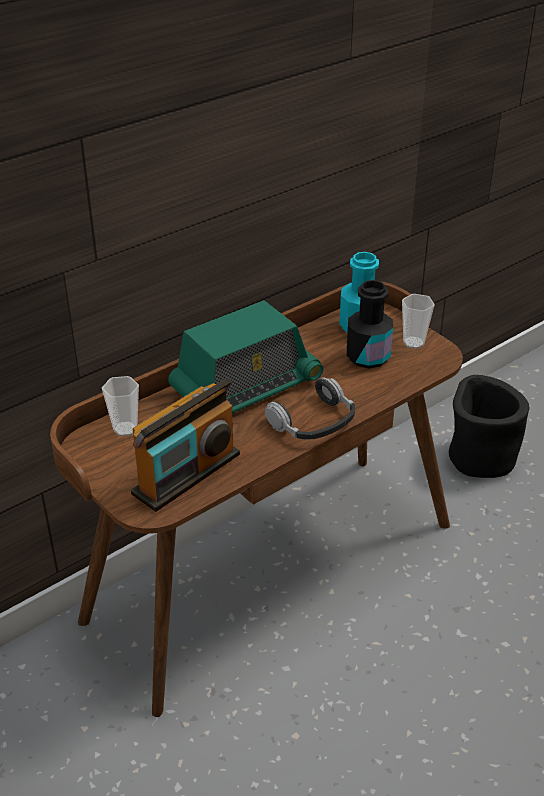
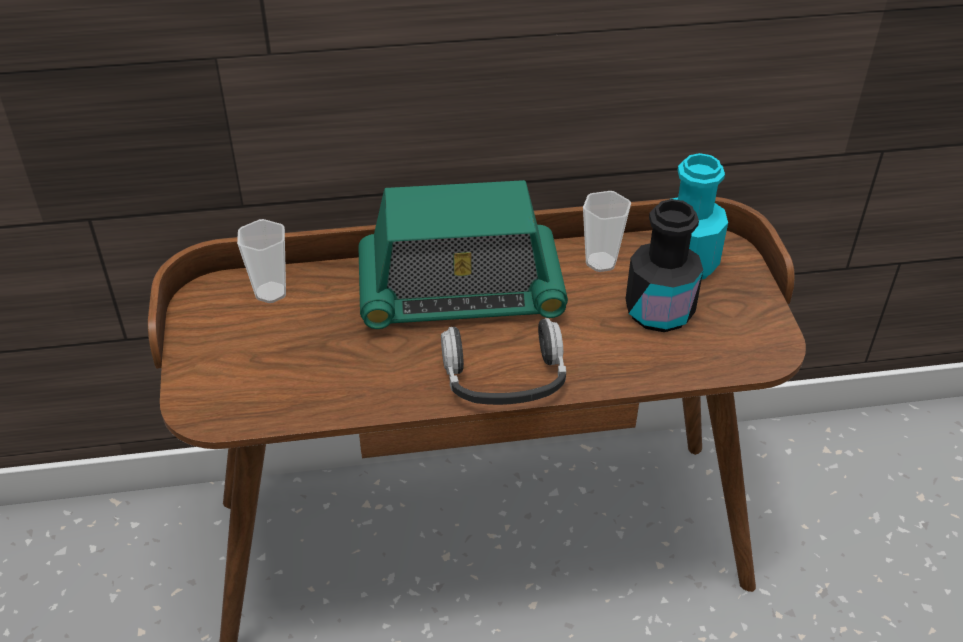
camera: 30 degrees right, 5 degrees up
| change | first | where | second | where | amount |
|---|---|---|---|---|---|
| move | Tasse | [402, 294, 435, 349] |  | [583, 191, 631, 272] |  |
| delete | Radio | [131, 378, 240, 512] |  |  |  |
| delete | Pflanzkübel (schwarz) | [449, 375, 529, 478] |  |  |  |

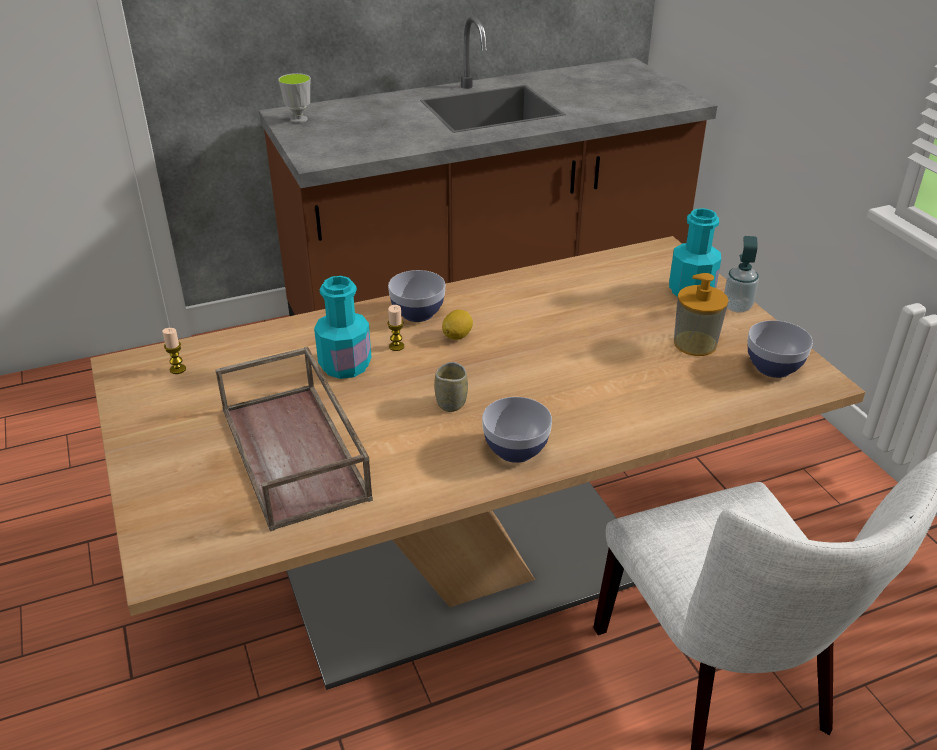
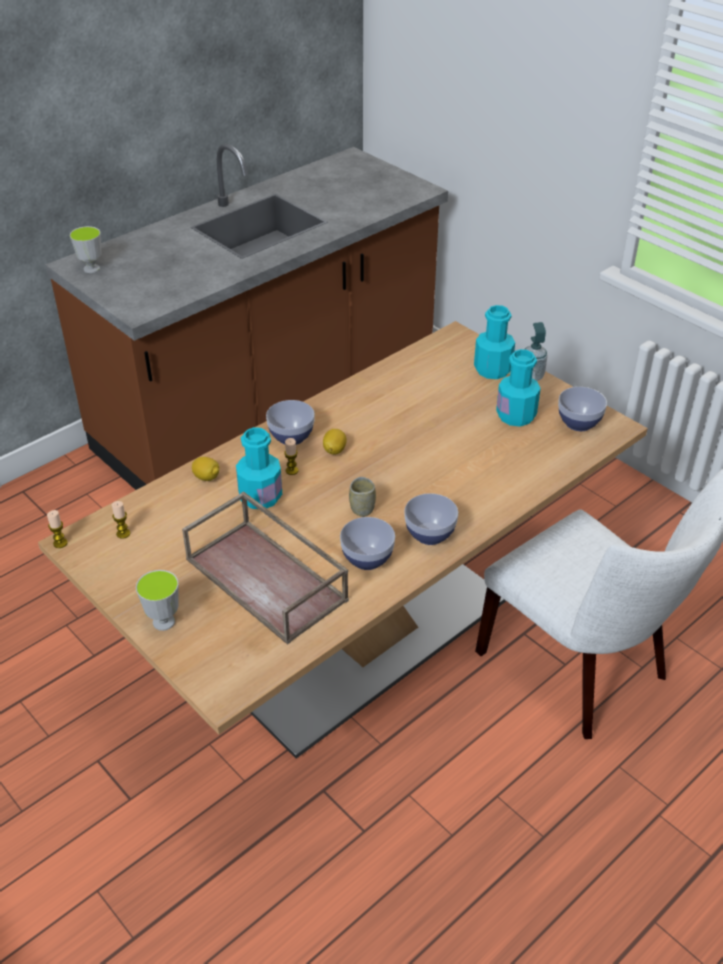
camera: 20 degrees left, 5 degrees up
| change | first | where | second | where | amount |
|---|---|---|---|---|---|
| insert |  |  | Kerze | [47, 510, 68, 548] |  |
| insert |  |  | Tasse | [136, 570, 178, 631] |  |
| insert |  |  | Zitrone | [192, 457, 219, 481] |  |
| insert |  |  | Schüssel | [340, 517, 395, 570] |  |
| replace | Seifenspender | [674, 273, 729, 356] | Flasche (türkis) | [496, 349, 541, 427] |  |

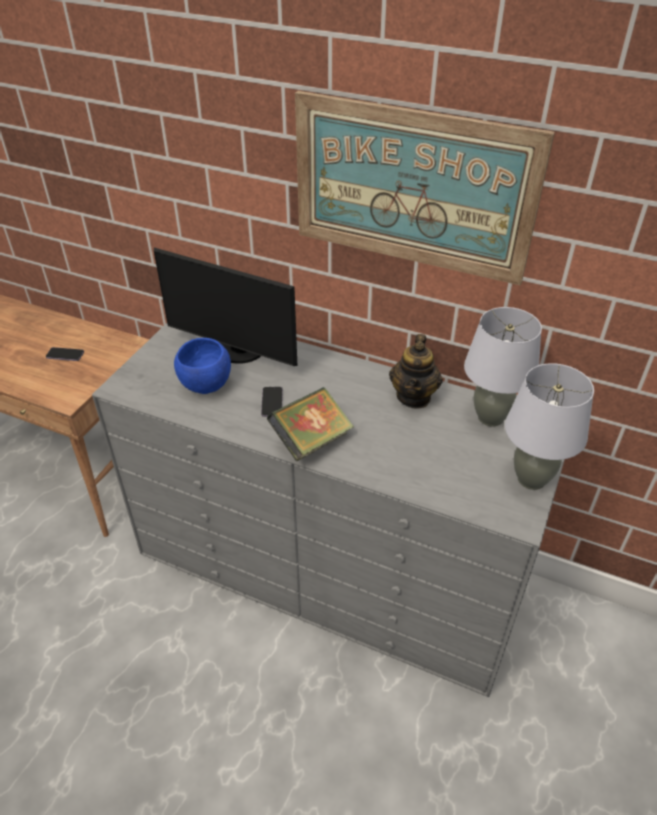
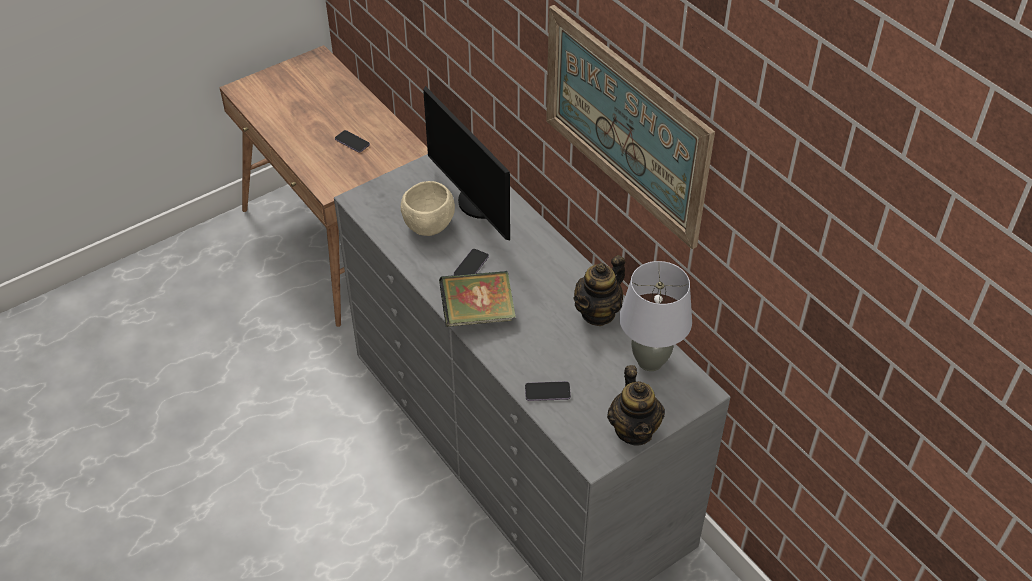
camera: 30 degrees right, 5 degrees up
| change | first | where | second | where | amount |
|---|---|---|---|---|---|
| recolor | Schüssel (blau) | [174, 338, 231, 394] | Schüssel (beige) | [401, 181, 455, 236] |  |
| insert |  |  | Handy | [525, 381, 571, 401] |  |
| replace | Tischlampe (grau) | [505, 363, 594, 490] | Teekanne | [607, 365, 665, 446] |  |

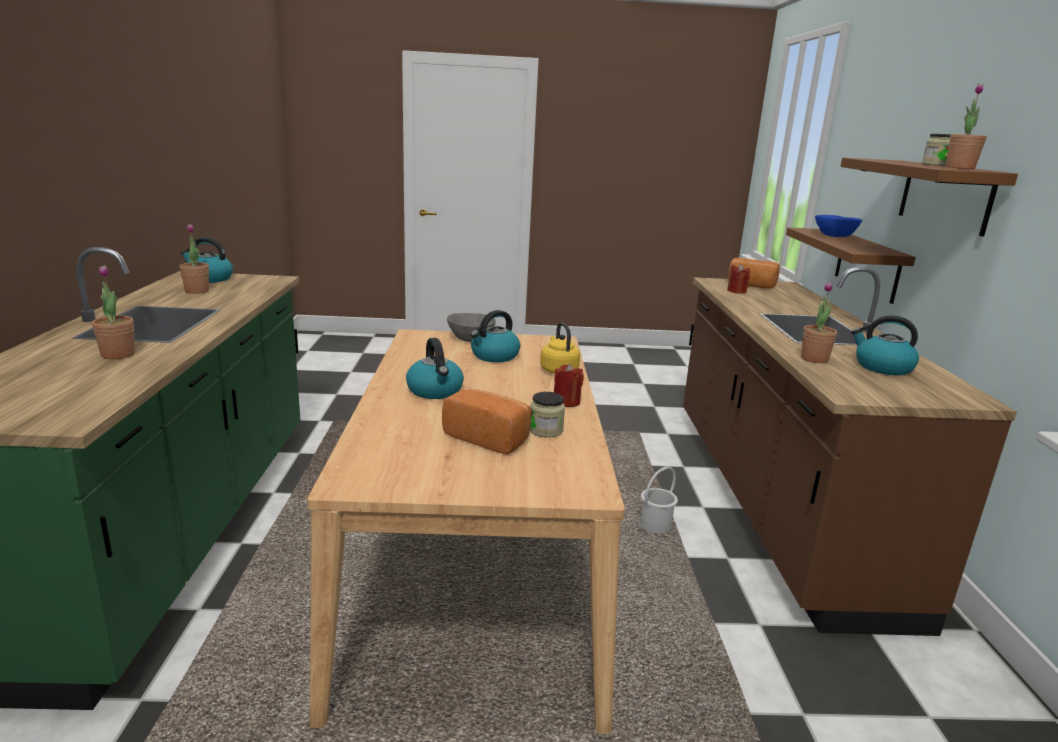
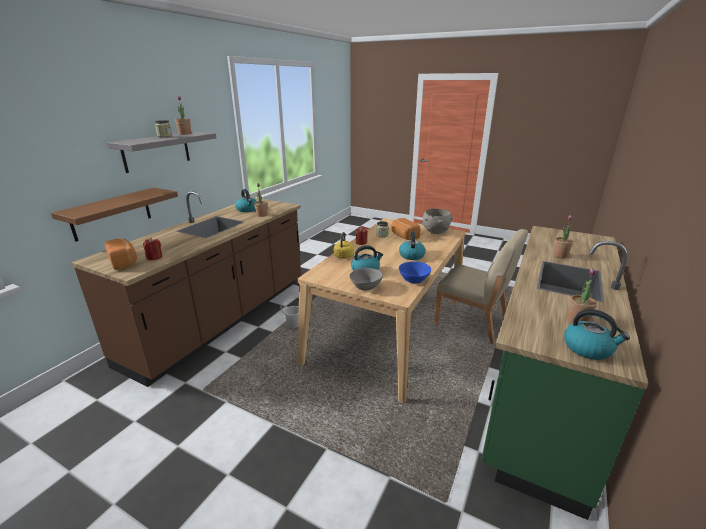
camera: 150 degrees left, 5 degrees up
| change | first | where | second | where | amount |
|---|---|---|---|---|---|
| recolor | Wandregal (braun) | [840, 157, 1018, 237] | Wandregal (grau) | [107, 132, 216, 173] |  |
| move | Schüssel (blau) | [815, 215, 862, 237] |  | [399, 261, 431, 284] |  |
| insert |  |  | Schüssel (grau) | [422, 209, 453, 234] |  |
| insert |  |  | Stuhl (beige) | [434, 229, 528, 345] |  |

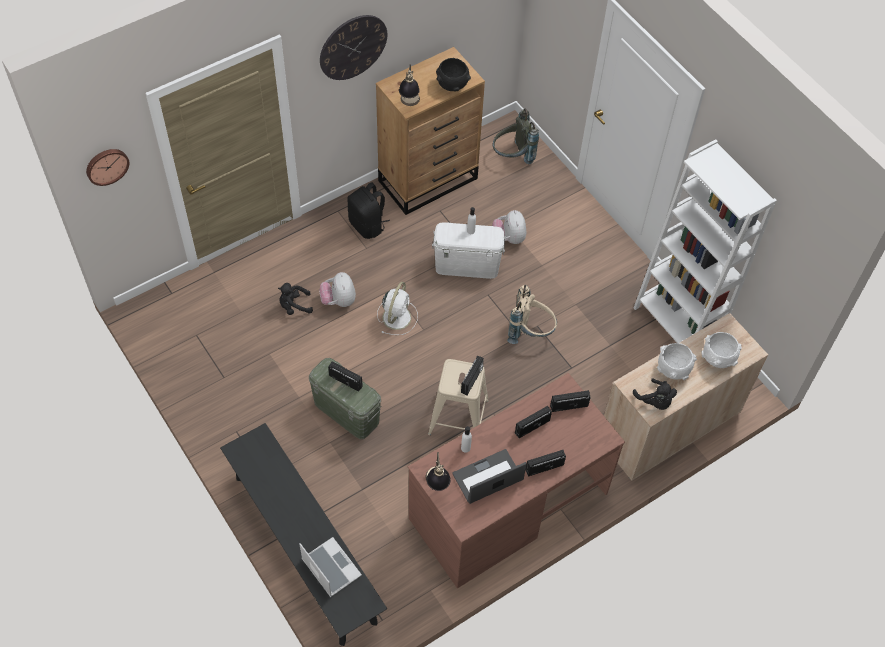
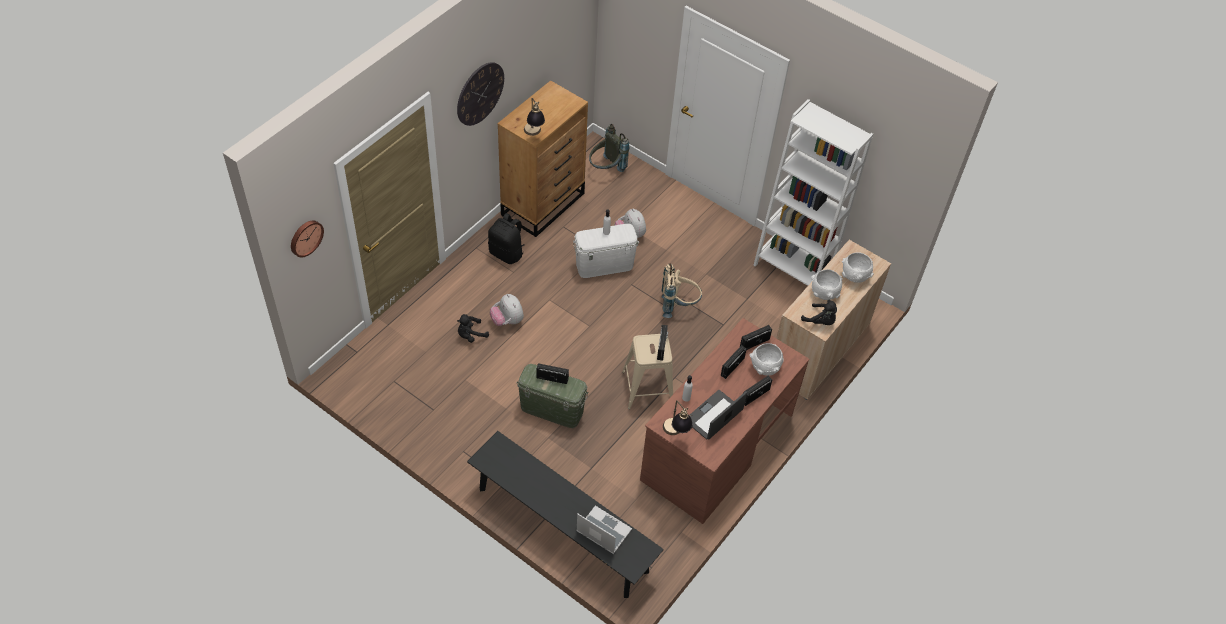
camera: 20 degrees left, 5 degrees down
| change | first | where | second | where | amount |
|---|---|---|---|---|---|
| insert |  |  | Schüssel (weiß) | [750, 343, 784, 376] |  |
| delete | Ventilator (weiß) | [377, 282, 418, 335] |  |  |  |
| delete | Schüssel (schwarz) | [436, 58, 471, 91] |  |  |  |

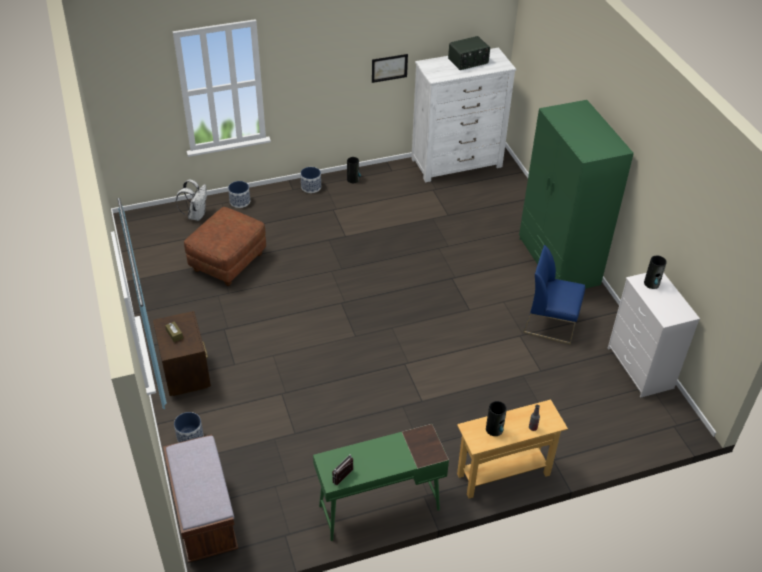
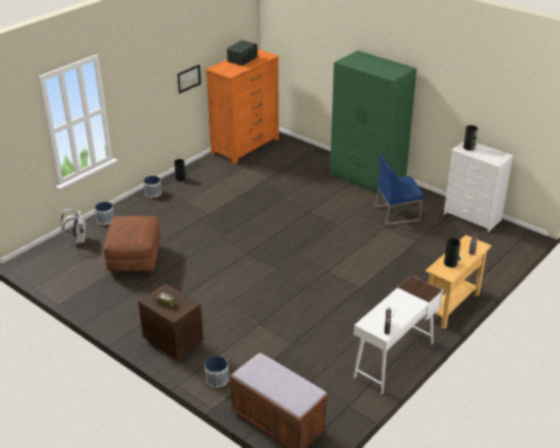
camera: 30 degrees left, 10 degrees down
| change | first | where | second | where | amount |
|---|---|---|---|---|---|
| recolor | Kommode (weiß) | [411, 47, 516, 182] | Kommode (orange) | [205, 49, 279, 164] |  |
| recolor | Schreibtisch (grün) | [313, 424, 449, 541] | Schreibtisch (weiß) | [354, 275, 443, 394] |  |

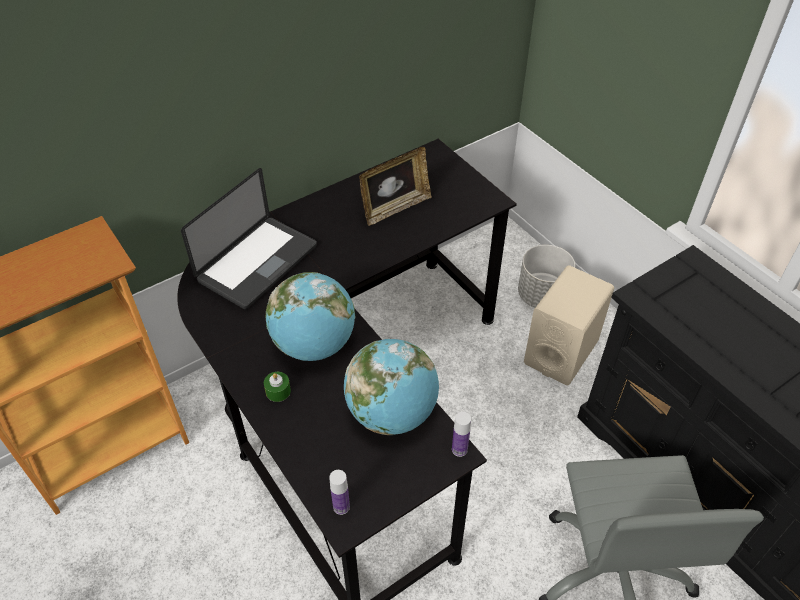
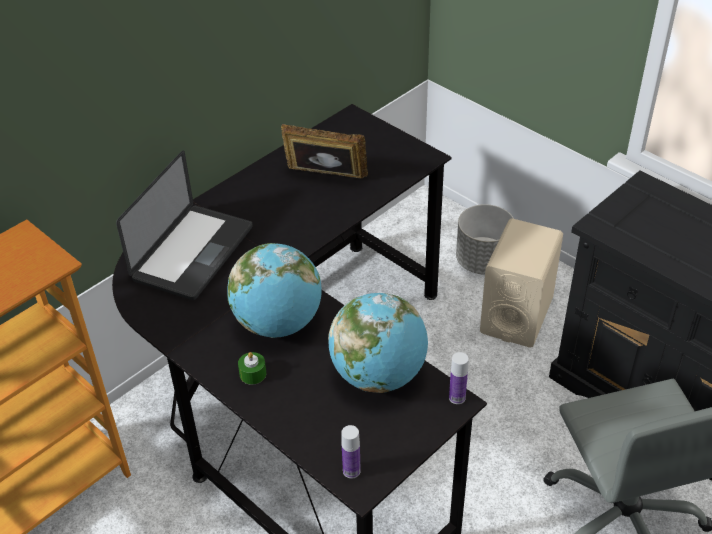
camera: 10 degrees left, 5 degrees down
| change | first | where | second | where | amount |
|---|---|---|---|---|---|
| rotate | Bilderrahmen | [359, 147, 432, 226] |  | [281, 124, 368, 178] | 120 degrees counterclockwise |

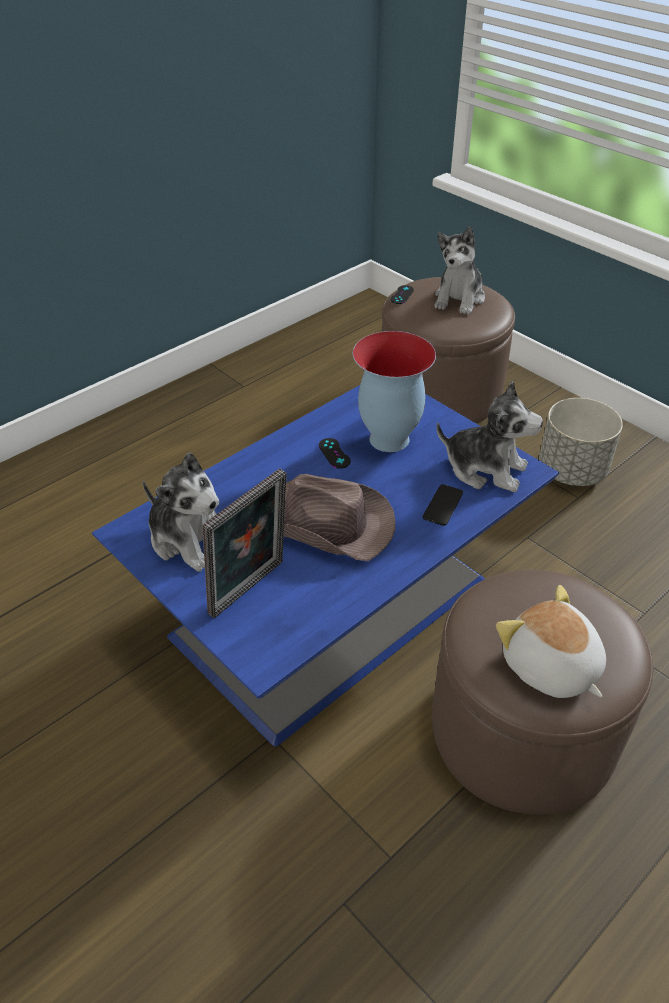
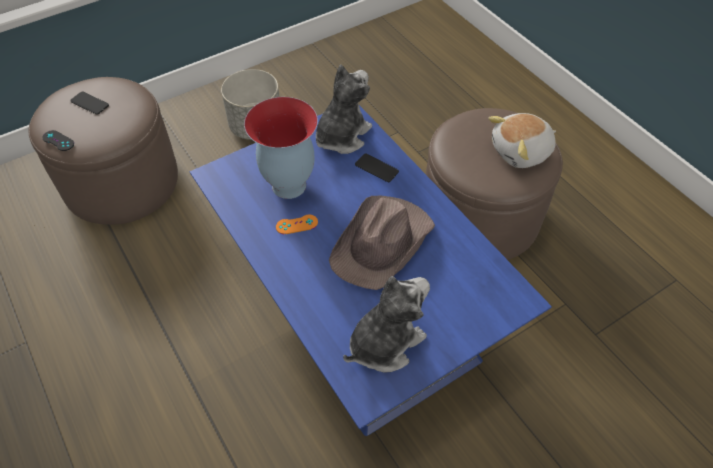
camera: 80 degrees left, 10 degrees up
| change | first | where | second | where | amount |
|---|---|---|---|---|---|
| replace | Plüschtier | [435, 227, 485, 315] | Handy | [70, 91, 109, 115] |  |
| recolor | Gamepad (schwarz) | [319, 438, 351, 469] | Gamepad (orange) | [276, 215, 318, 234] |  |
| delete | Bilderrahmen | [202, 468, 287, 618] |  |  |  |

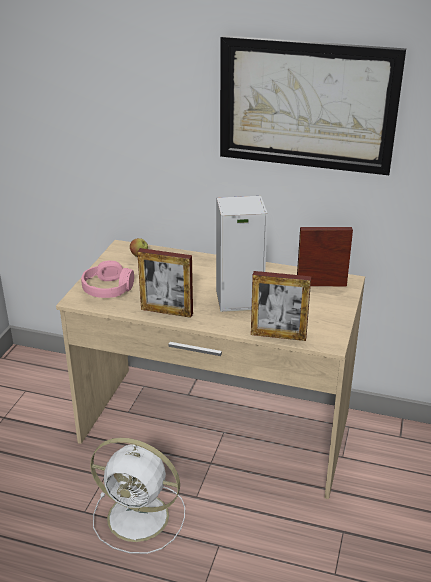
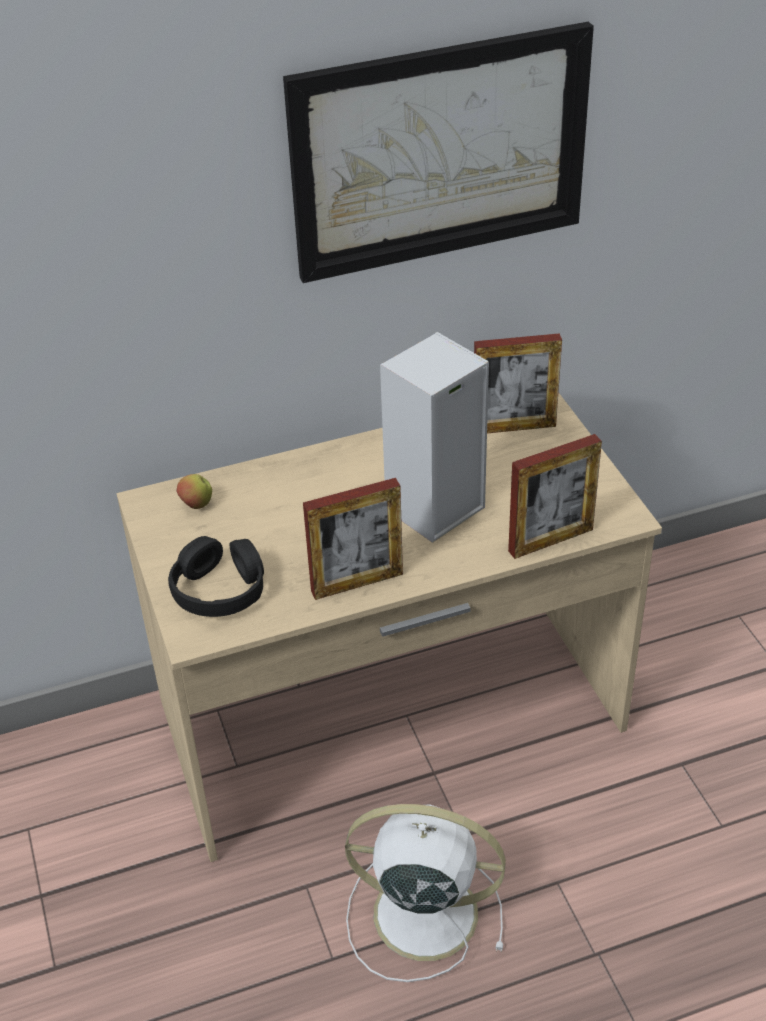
camera: 35 degrees left, 10 degrees up
| change | first | where | second | where | amount |
|---|---|---|---|---|---|
| recolor | Kopfhörer (rosa) | [81, 260, 134, 298] | Kopfhörer (schwarz) | [168, 536, 264, 617] |  |
| rotate | Ventilator (weiß) | [90, 438, 185, 554] |  | [345, 804, 506, 982] | 150 degrees counterclockwise |
| rotate | Bilderrahmen | [297, 227, 353, 287] |  | [474, 333, 562, 433] | 150 degrees counterclockwise |

